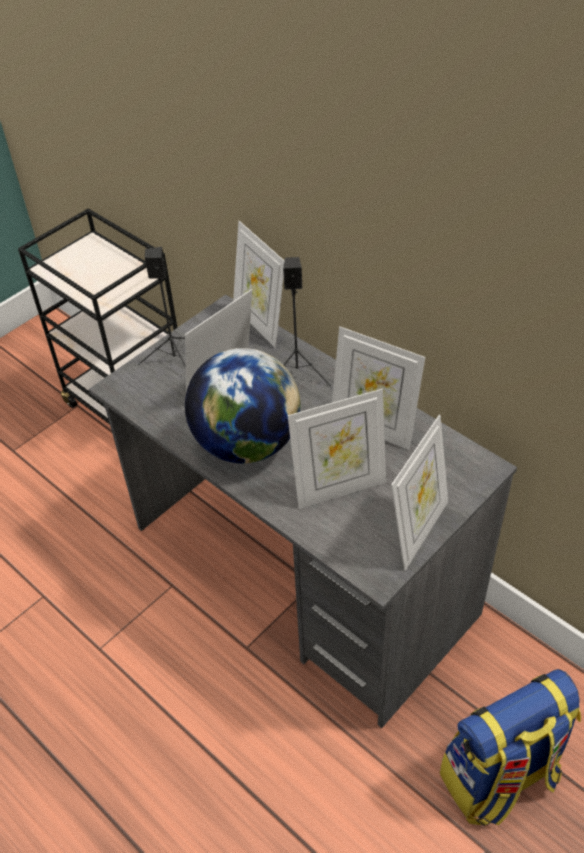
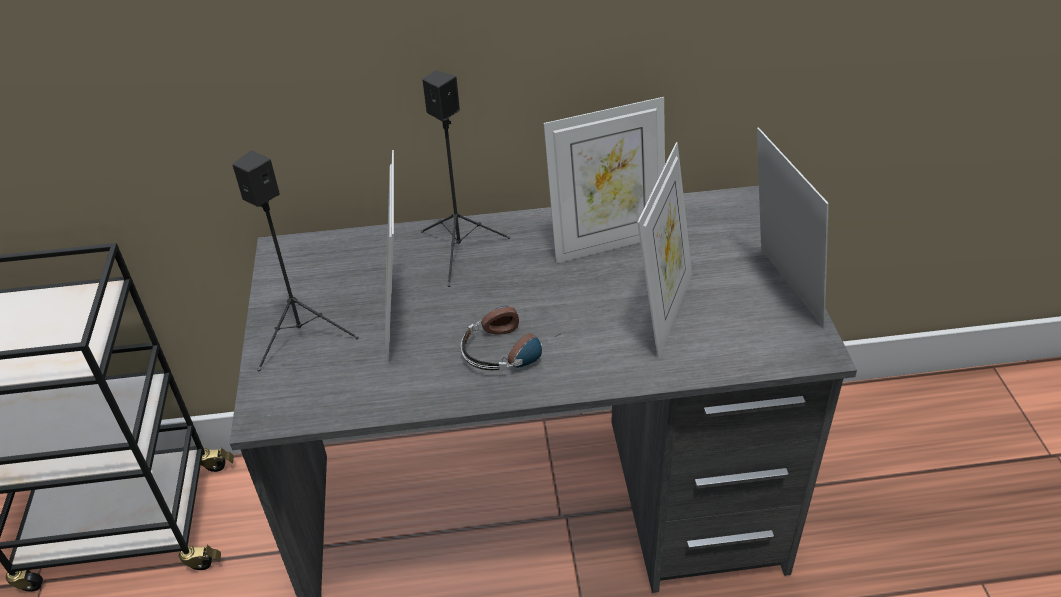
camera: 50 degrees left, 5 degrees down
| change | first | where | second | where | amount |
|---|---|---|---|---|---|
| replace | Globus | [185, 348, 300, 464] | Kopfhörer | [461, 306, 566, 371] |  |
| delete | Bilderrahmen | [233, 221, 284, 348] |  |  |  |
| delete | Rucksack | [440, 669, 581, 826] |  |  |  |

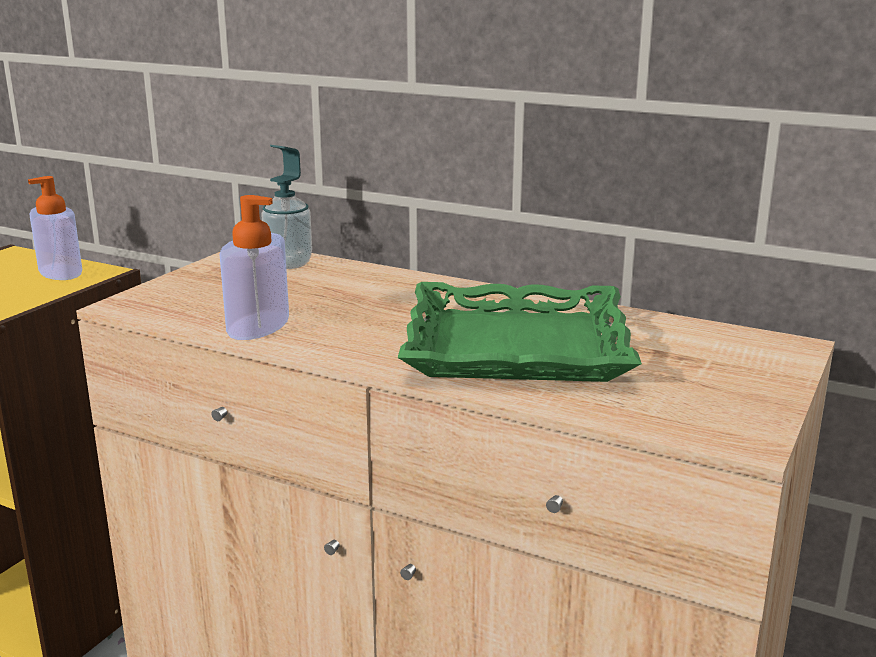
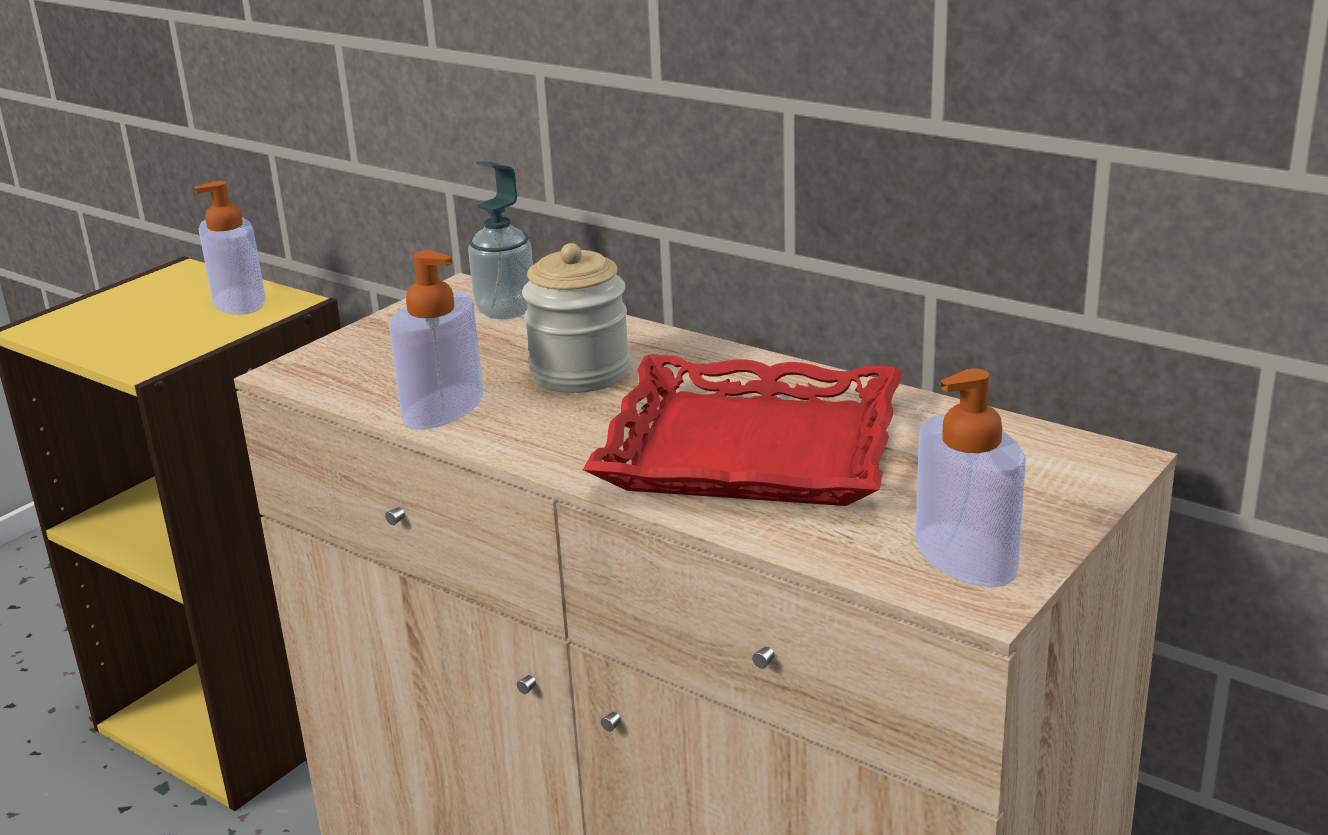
camera: 10 degrees right, 5 degrees up
| change | first | where | second | where | amount |
|---|---|---|---|---|---|
| insert |  |  | Vorratsglas | [522, 243, 630, 393] |  |
| recolor | Tablett (grün) | [398, 282, 642, 382] | Tablett (rot) | [583, 354, 902, 506] |  |
| insert |  |  | Seifenspender | [915, 368, 1026, 588] |  |

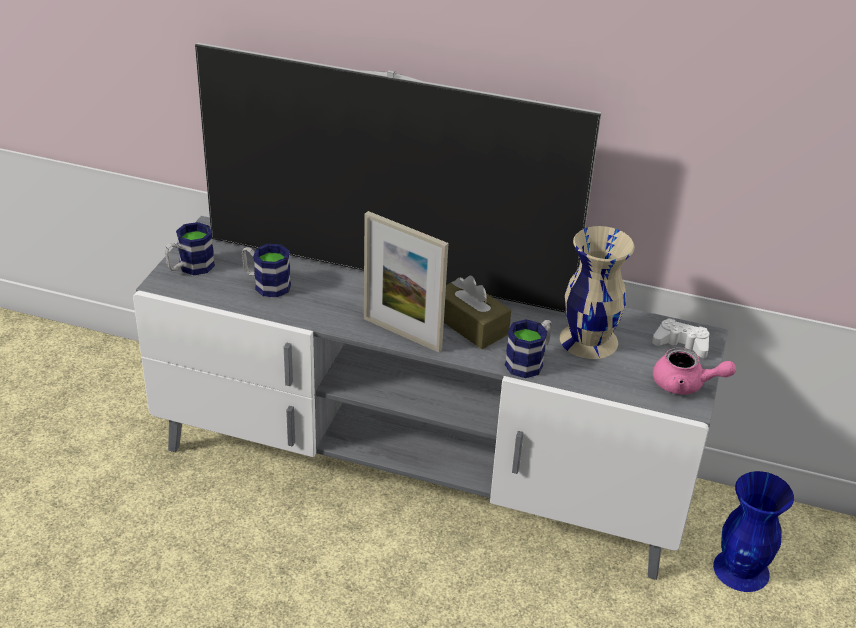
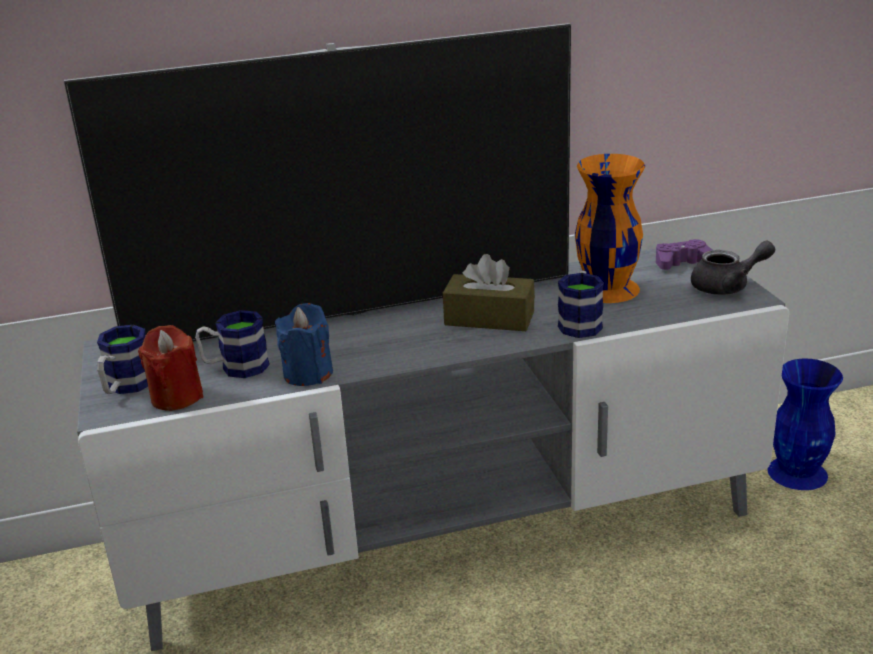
camera: 30 degrees left, 10 degrees down
| change | first | where | second | where | amount |
|---|---|---|---|---|---|
| insert |  |  | Kerze (rot) | [138, 325, 203, 411] |  |
| insert |  |  | Kerze (blau) | [275, 303, 333, 386] |  |
| recolor | Vase (beige) | [560, 226, 635, 359] | Vase (orange) | [575, 154, 645, 303] |  |
| recolor | Gamepad (weiß) | [652, 318, 709, 358] | Gamepad (lila) | [656, 239, 712, 270] |  |
| recolor | Teekanne (rosa) | [653, 347, 736, 394] | Teekanne (grau) | [691, 240, 775, 295] |  |
| delete | Bilderrahmen | [364, 211, 449, 352] |  |  |  |

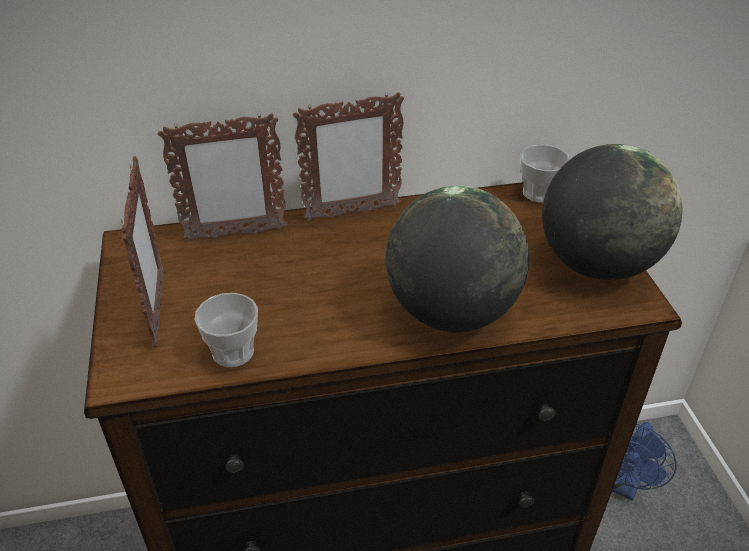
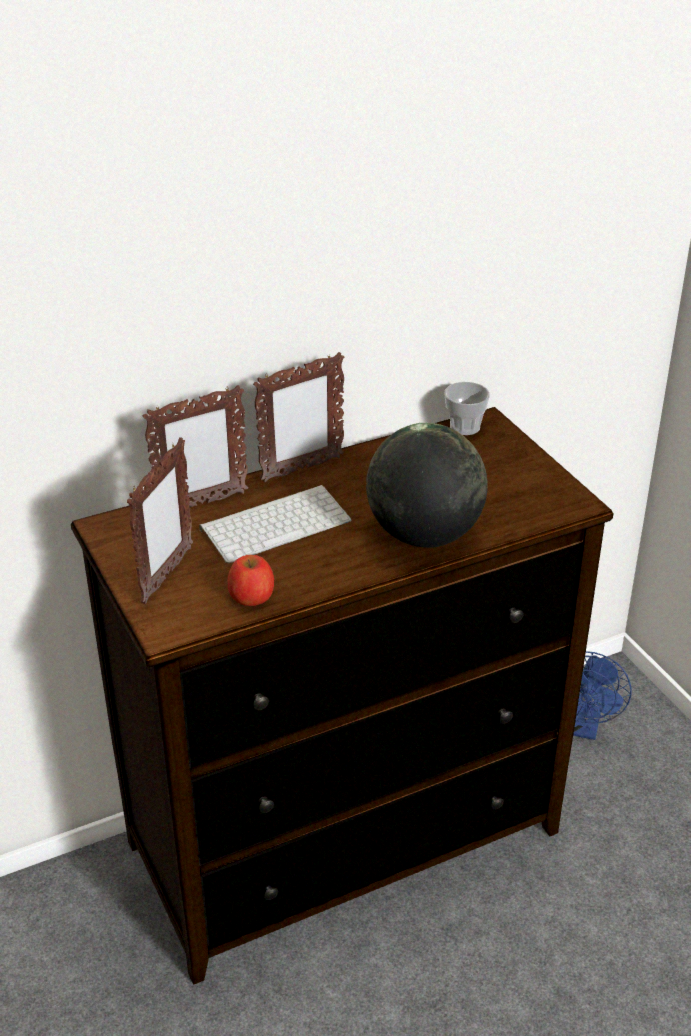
camera: 15 degrees left, 5 degrees down
| change | first | where | second | where | amount |
|---|---|---|---|---|---|
| rotate | Bilderrahmen | [121, 156, 164, 347] |  | [127, 437, 193, 604] | 45 degrees clockwise |
| insert |  |  | Tastatur | [199, 485, 352, 563] |  |
| replace | Tasse | [194, 293, 258, 367] | Apfel | [228, 555, 274, 606] |  |
| delete | Globus | [542, 144, 682, 280] |  |  |  |

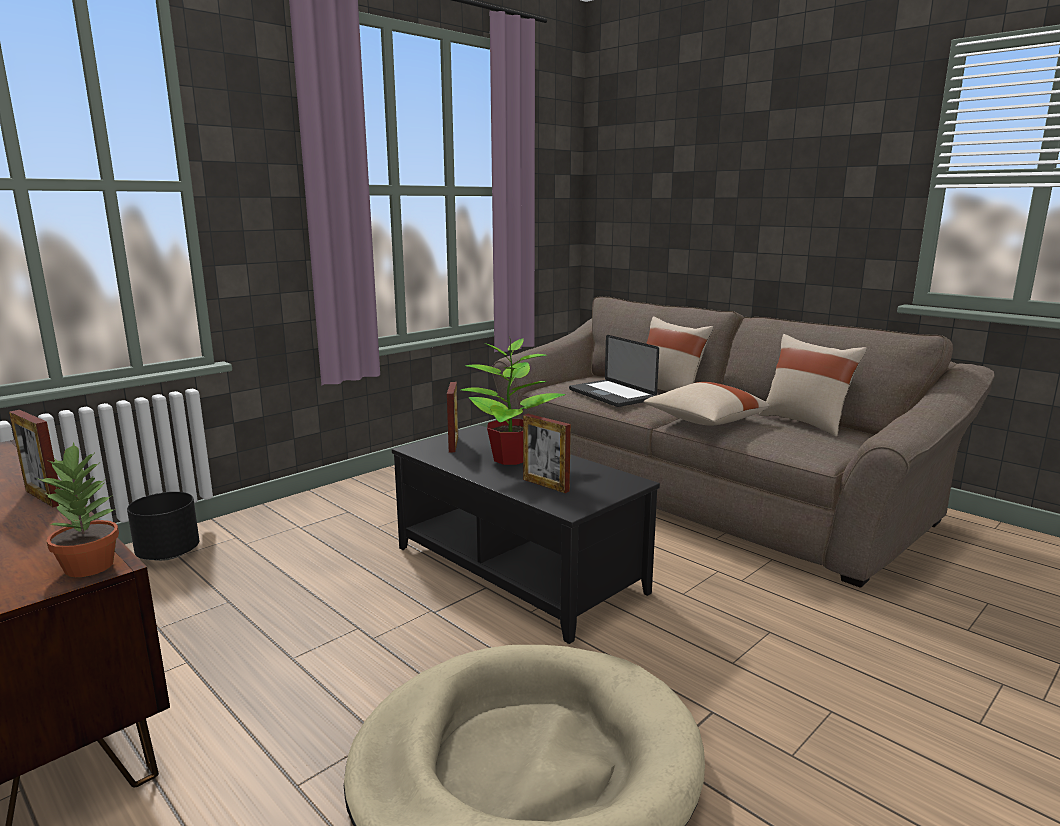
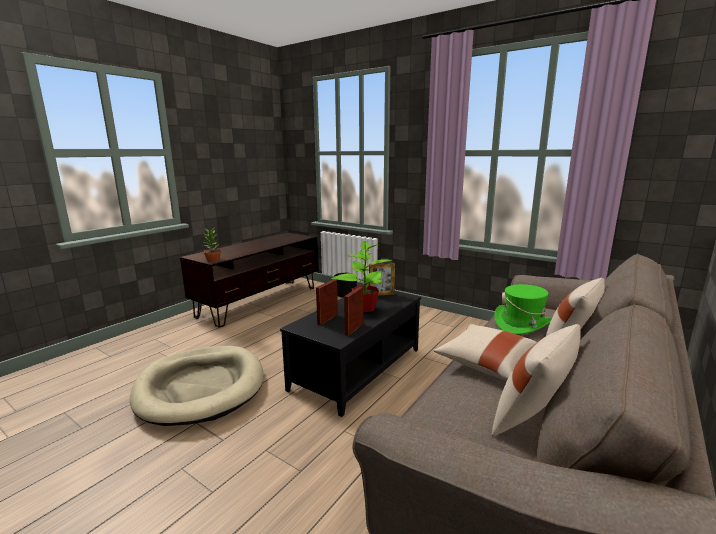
camera: 80 degrees right, 0 degrees up
| change | first | where | second | where | amount |
|---|---|---|---|---|---|
| move | Bilderrahmen | [9, 410, 60, 507] |  | [344, 287, 363, 336] |  |
| replace | Laptop | [569, 335, 659, 407] | Hut (grün) | [494, 284, 552, 335] |  |

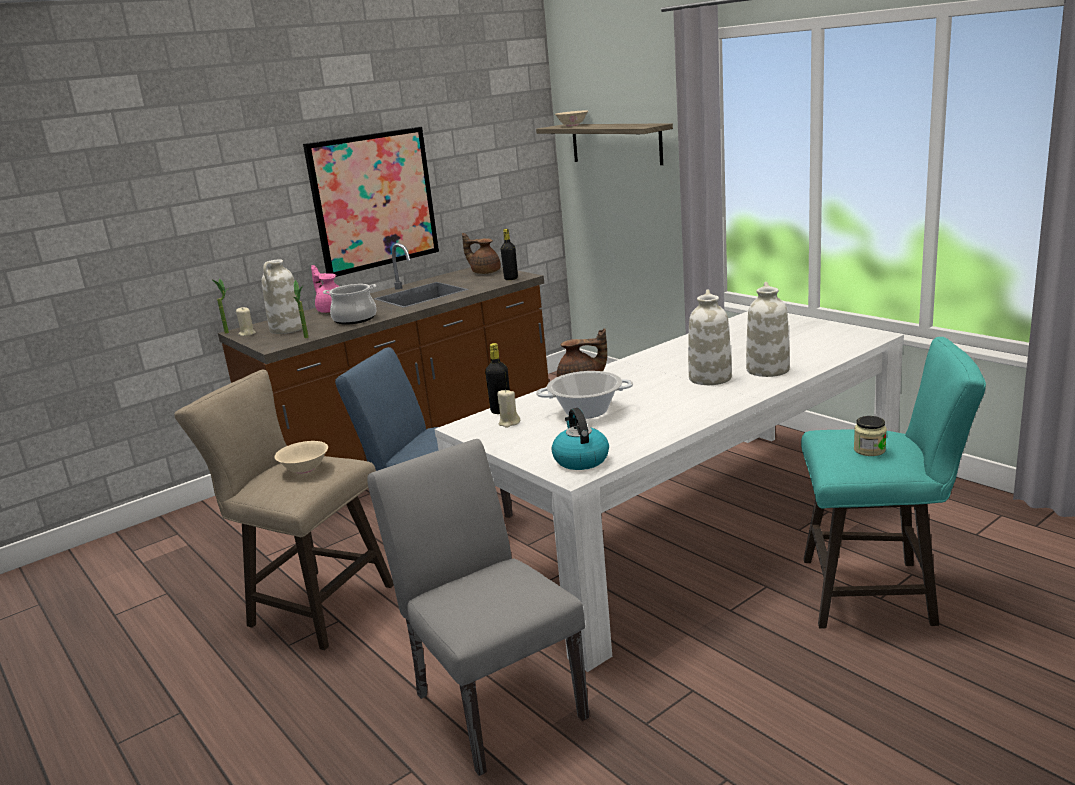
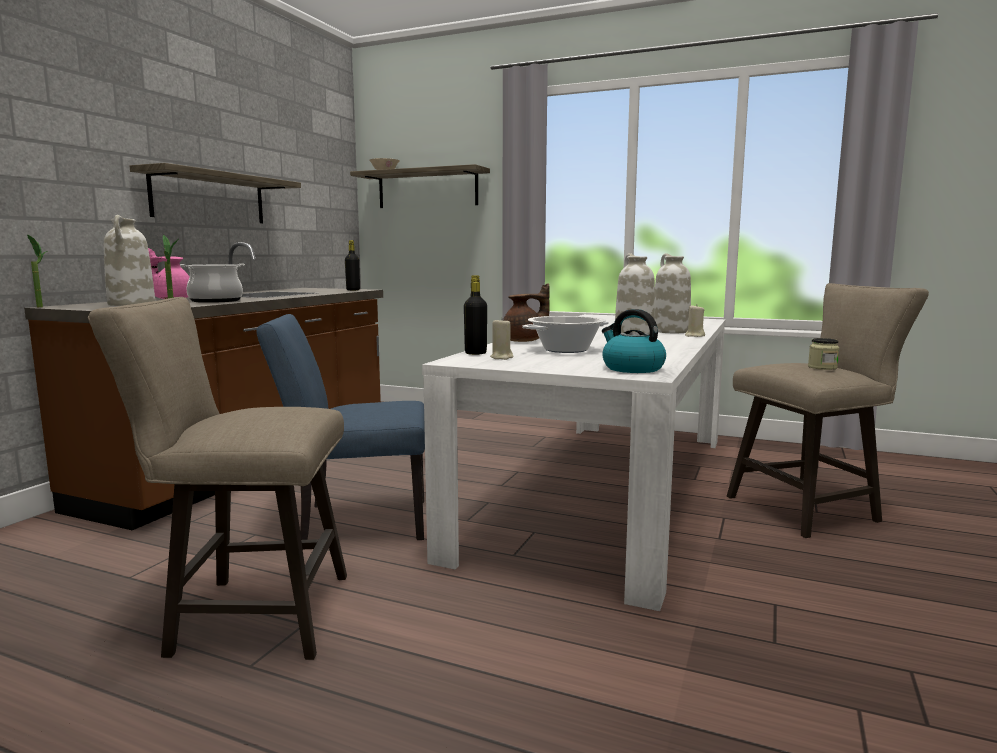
camera: 30 degrees left, 10 degrees down
| change | first | where | second | where | amount |
|---|---|---|---|---|---|
| replace | Bild | [303, 127, 439, 277] | Wandregal | [130, 163, 301, 223] |  |
| move | Kerze (beige) | [236, 307, 256, 336] |  | [685, 305, 705, 337] |  |
| recolor | Hocker (türkis) | [801, 337, 986, 629] | Hocker (beige) | [727, 283, 929, 538] |  |
| delete | Schüssel (beige) | [274, 441, 328, 474] |  |  |  |
| delete | Stuhl (grau) | [367, 439, 589, 776] |  |  |  |
| delete | Teekanne (braun) | [462, 233, 501, 274] |  |  |  |

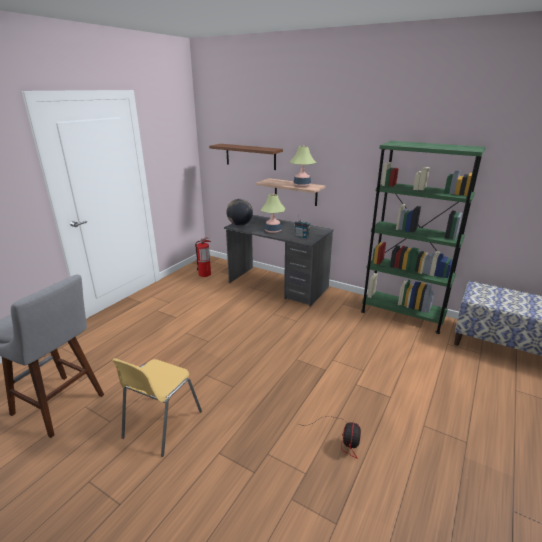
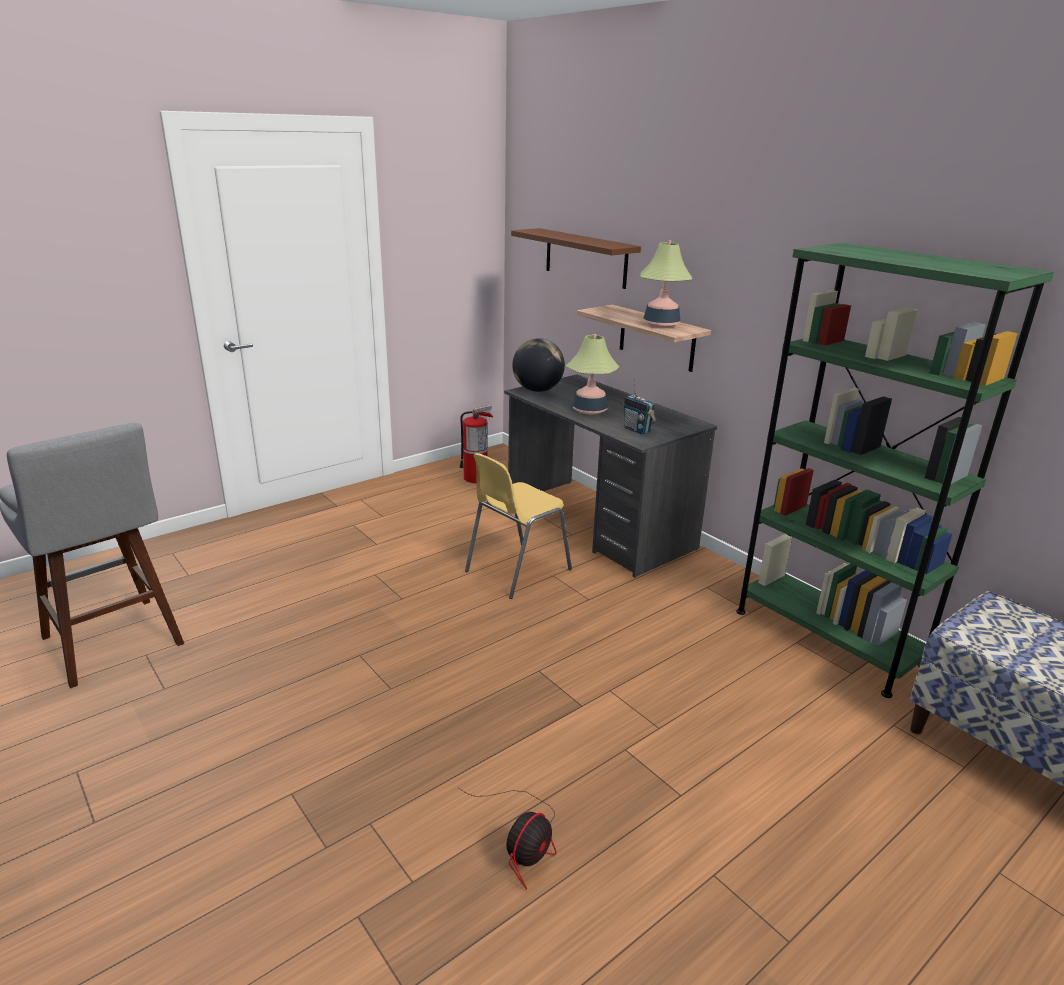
camera: 20 degrees right, 0 degrees up
| change | first | where | second | where | amount |
|---|---|---|---|---|---|
| move | Stuhl (gelb) | [112, 358, 202, 457] |  | [465, 453, 572, 599] |  |

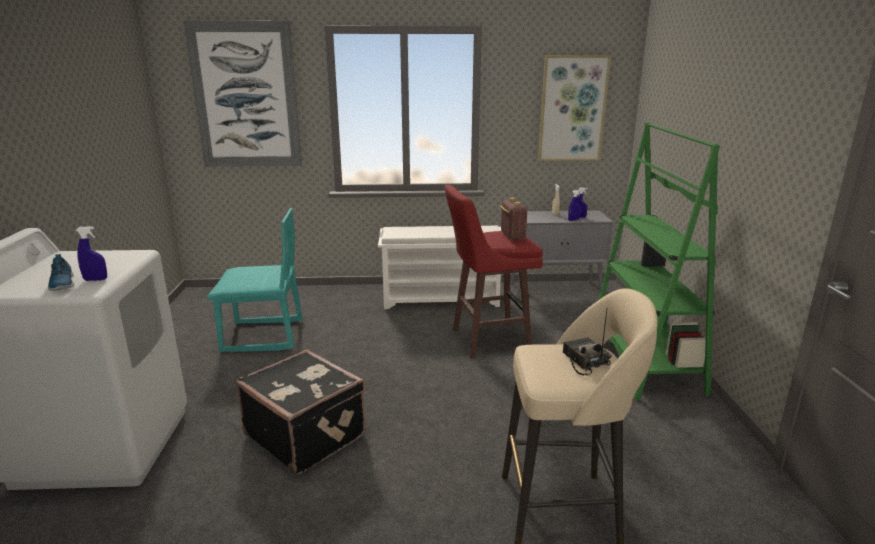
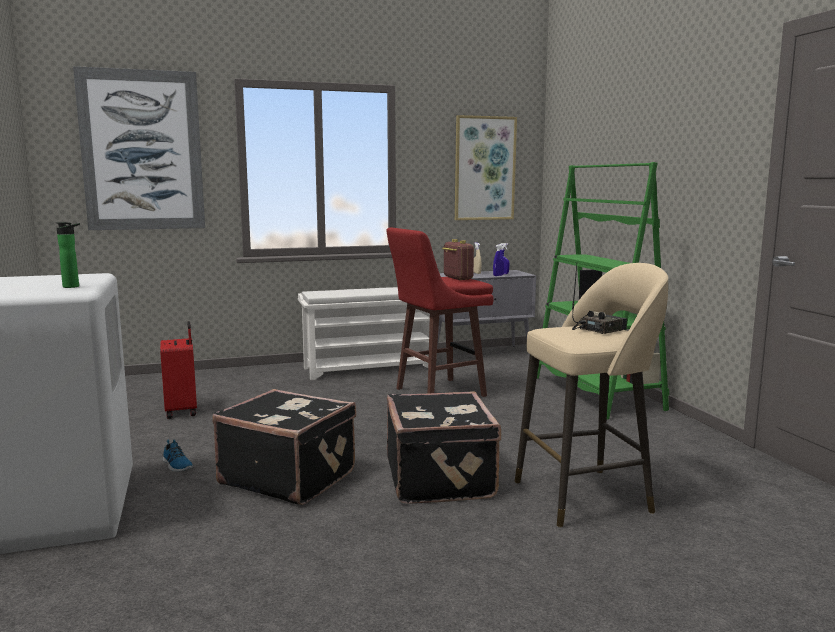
camera: 15 degrees left, 10 degrees down
| change | first | where | second | where | amount |
|---|---|---|---|---|---|
| replace | Sprühflasche (blau) | [76, 226, 107, 281] | Flasche | [56, 222, 80, 288] |  |
| replace | Stuhl (türkis) | [207, 208, 303, 352] | Koffer (rot) | [160, 321, 197, 419] |  |
| move | Schuh | [48, 254, 74, 291] |  | [163, 440, 193, 472] |  |
| insert |  |  | Koffer (schwarz) | [387, 391, 501, 504] |  |
| rotate | Radio | [563, 310, 612, 375] |  | [572, 264, 627, 334] | 90 degrees clockwise |

